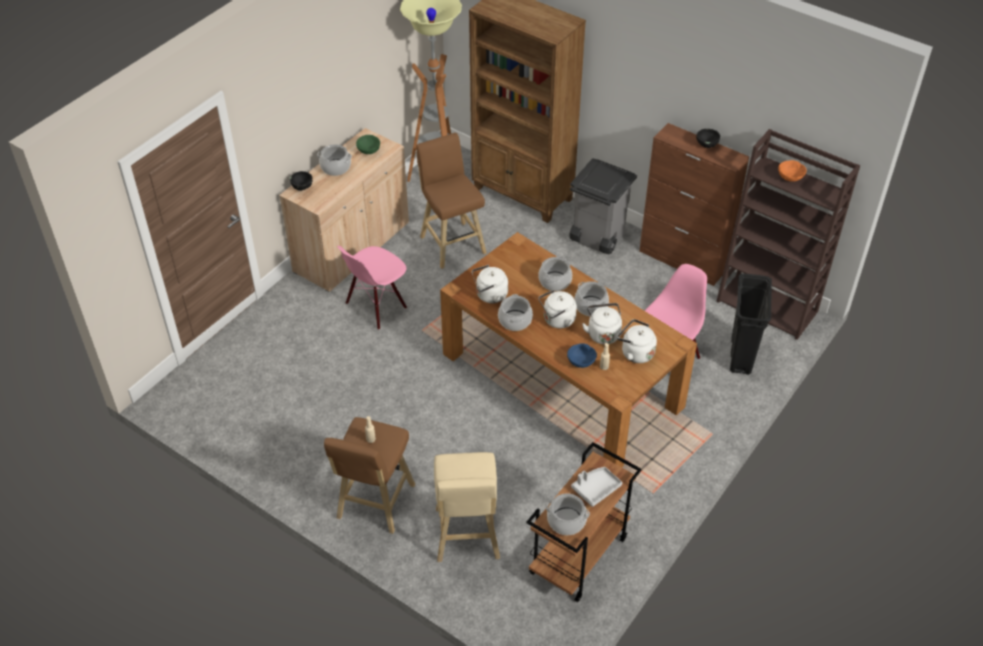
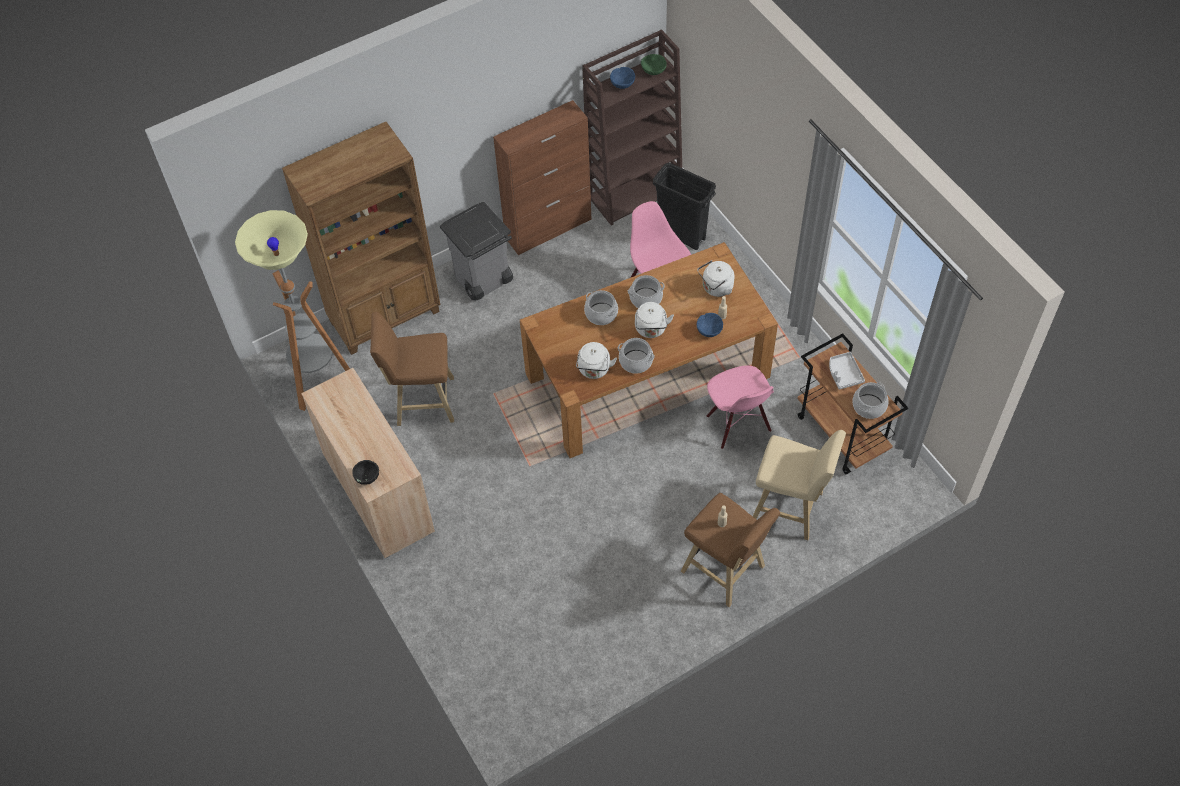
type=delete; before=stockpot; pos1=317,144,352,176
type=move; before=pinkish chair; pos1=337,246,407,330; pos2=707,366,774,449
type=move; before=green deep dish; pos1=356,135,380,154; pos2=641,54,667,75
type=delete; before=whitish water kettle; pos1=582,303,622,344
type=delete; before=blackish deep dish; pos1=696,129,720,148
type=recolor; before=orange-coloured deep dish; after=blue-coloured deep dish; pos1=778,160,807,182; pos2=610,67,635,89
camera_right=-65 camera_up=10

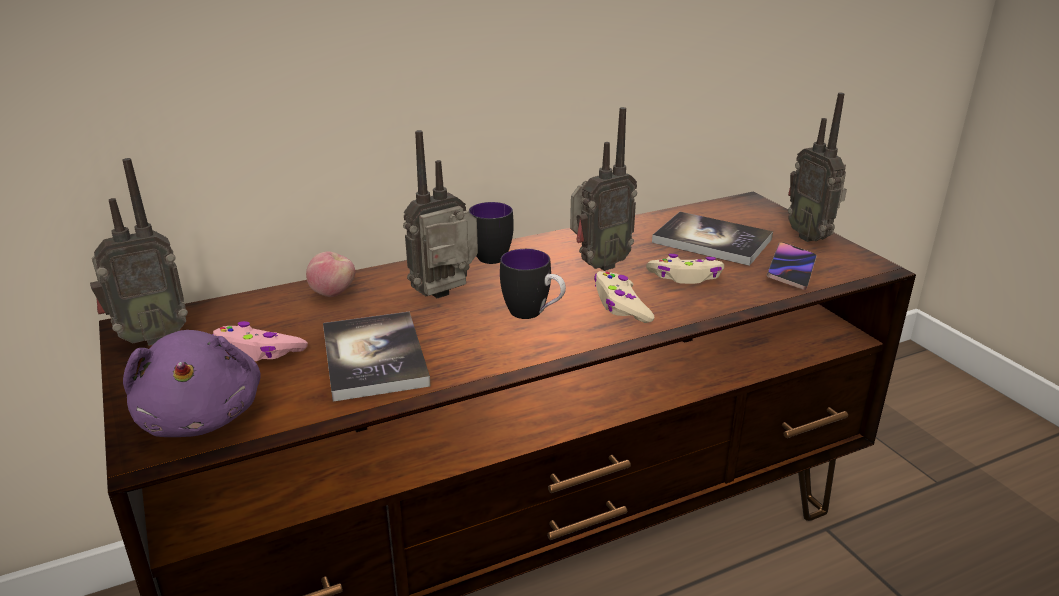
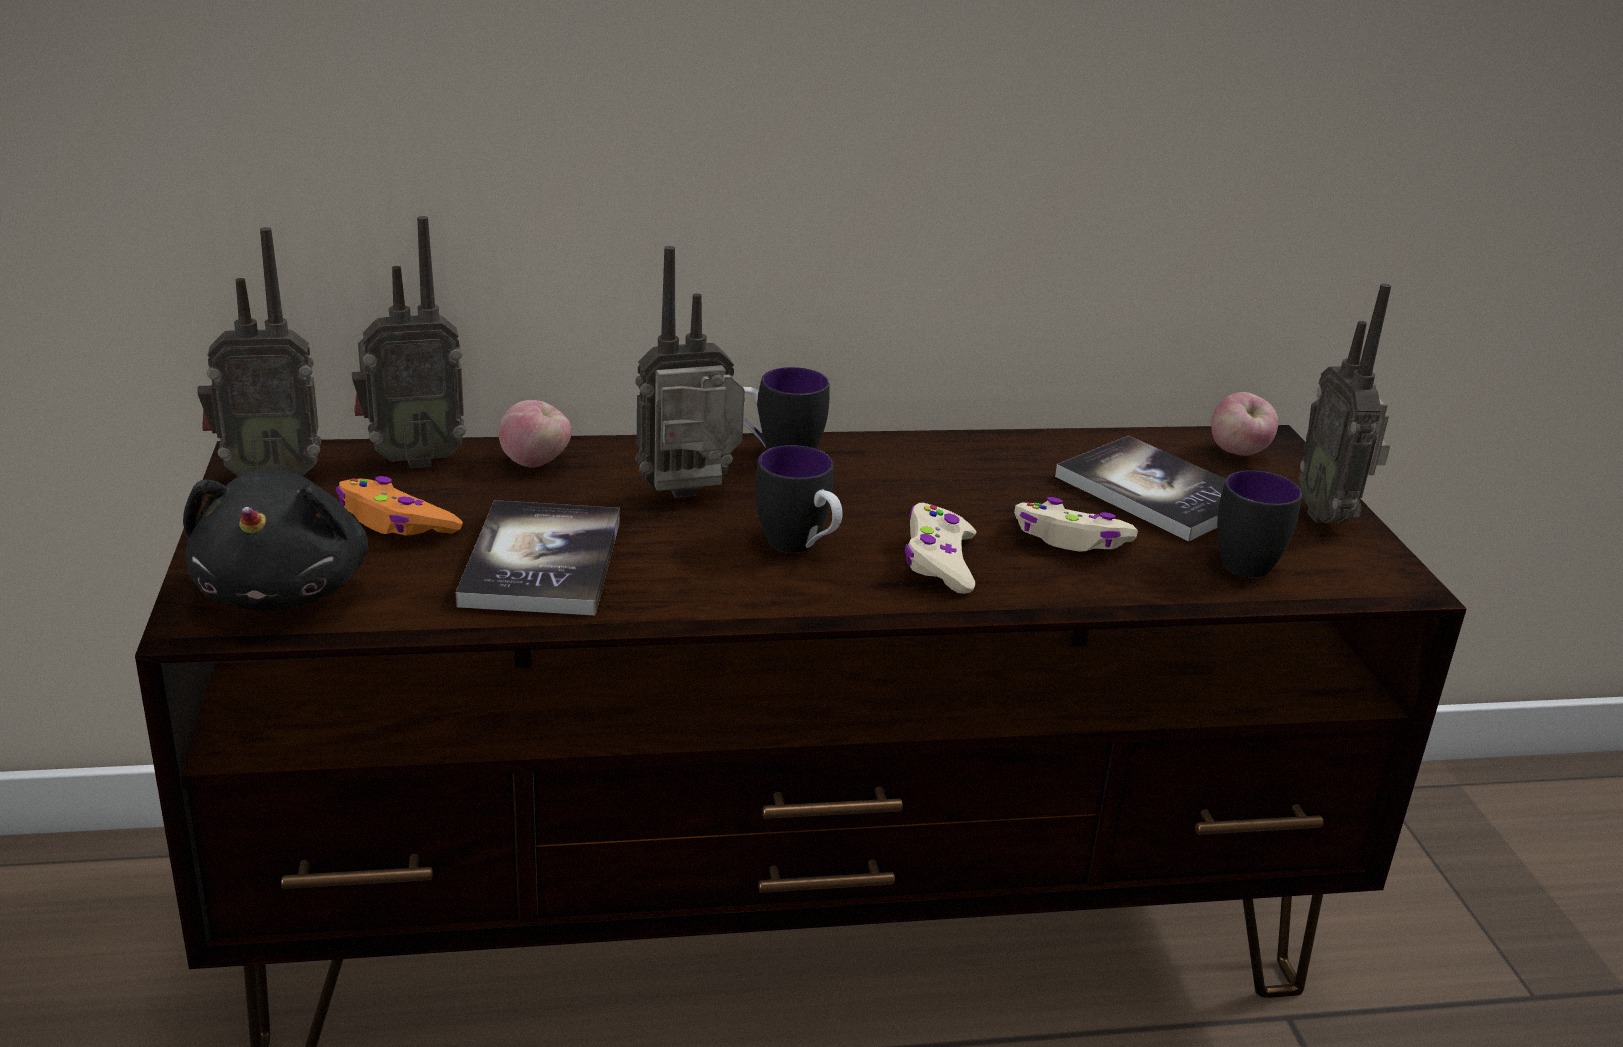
type=recolor; before=purple soft toy; after=blackish soft toy; pos1=123,330,260,437; pos2=183,469,368,611
type=recolor; before=pinkish joypad; after=orange-coloured joypad; pos1=212,321,308,361; pos2=336,476,463,535
type=move; before=radio receiver; pos1=570,107,637,271; pos2=352,216,466,468
type=replace; before=phone; after=mug; pos1=767,242,817,290; pos2=1217,470,1302,578
type=insert; after=apple; pos2=1211,392,1278,456
camera_right=15 camera_up=0

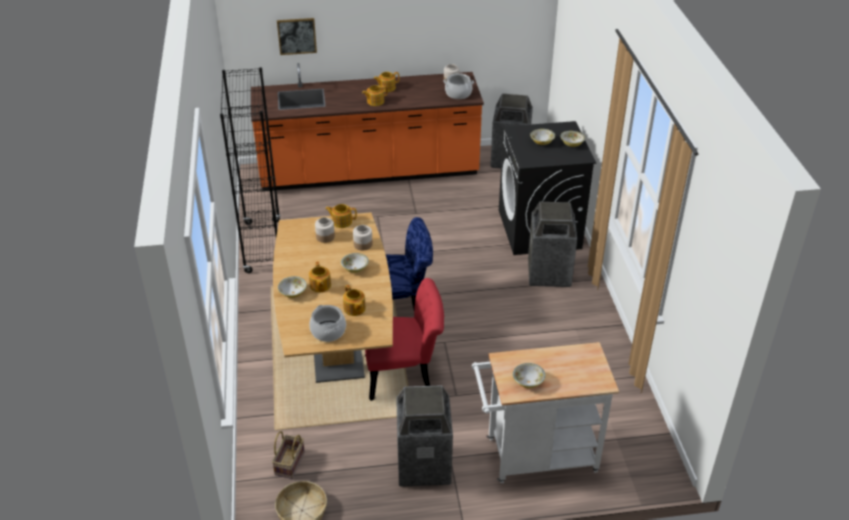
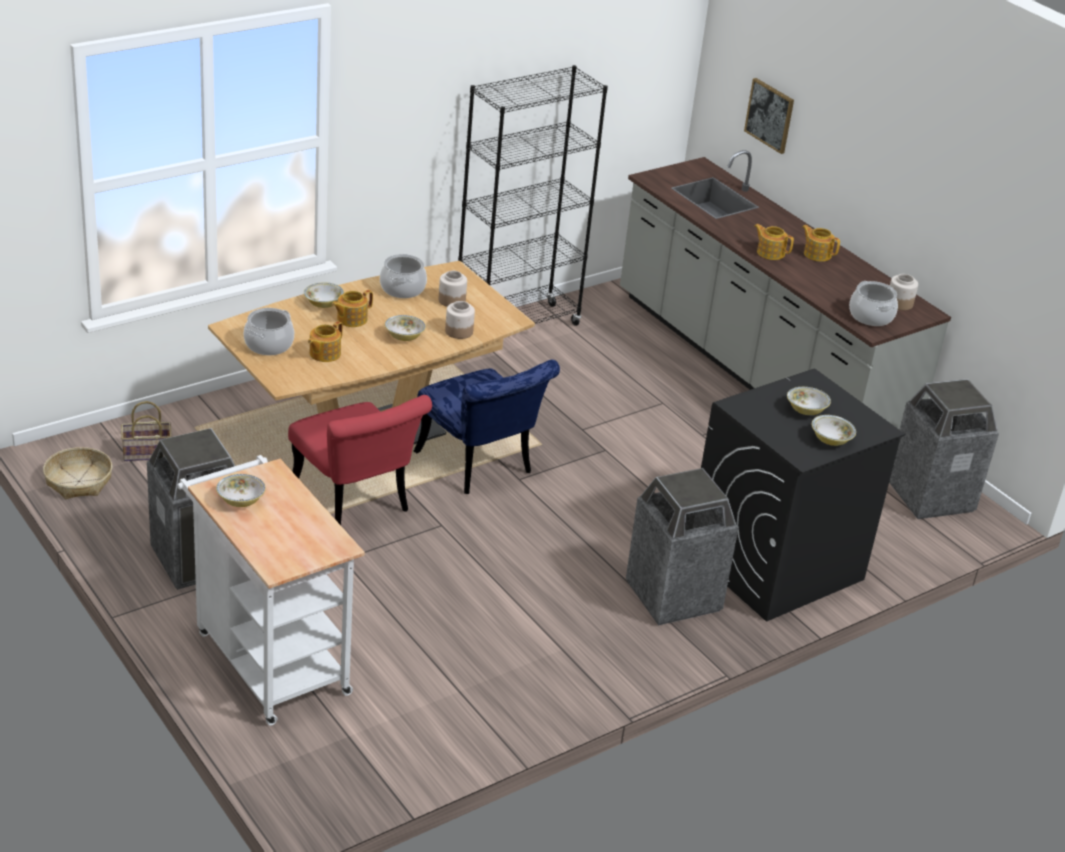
type=recolor; before=orange-coloured kitchen base unit; after=greyish kitchen base unit; pos1=251,63,484,191; pos2=620,150,951,429
type=delete; before=teapot; pos1=325,204,357,228
type=insert; after=stockpot; pos2=380,254,427,298
camera_right=60 camera_up=-5

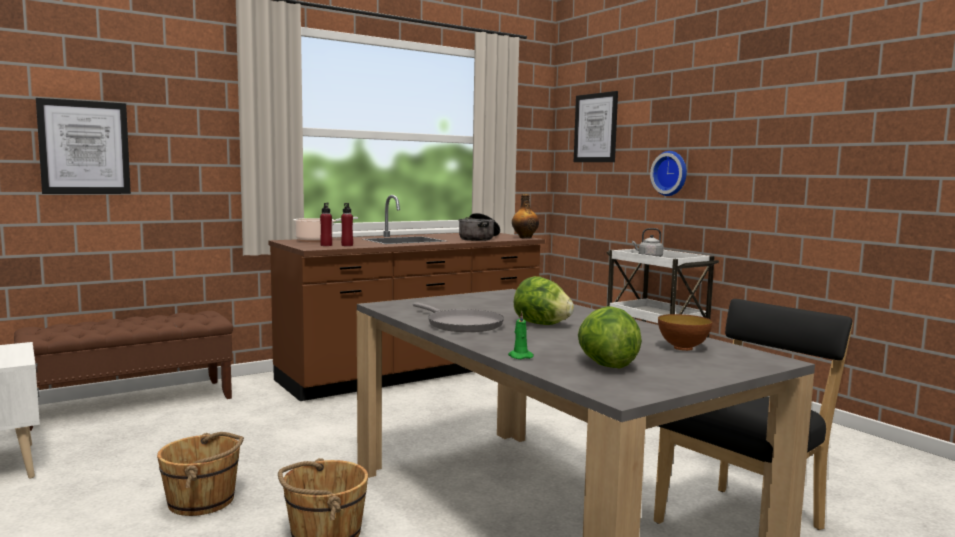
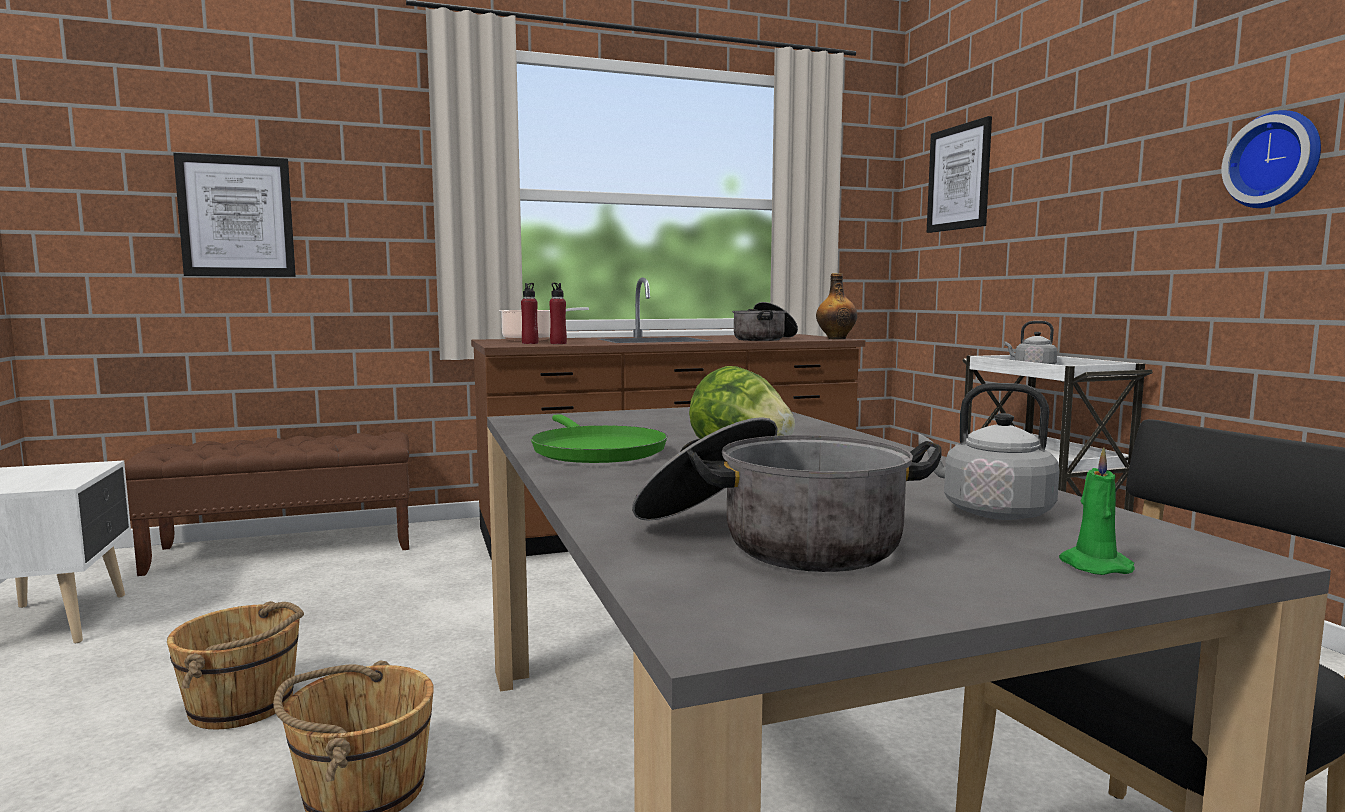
type=recolor; before=greyish frying pan; after=green frying pan; pos1=413,303,504,332; pos2=531,414,668,463
type=move; before=green wax light; pos1=508,311,534,359; pos2=1059,447,1135,575
type=replace; before=head of lettuce; after=stockpot; pos1=578,306,642,368; pos2=632,417,942,572
type=move; before=wall clock; pos1=650,151,687,196; pos2=1221,110,1321,208
type=replace; before=deep dish; after=greyish water kettle; pos1=658,314,712,351; pos2=918,383,1060,520
camera_right=15 camera_up=0

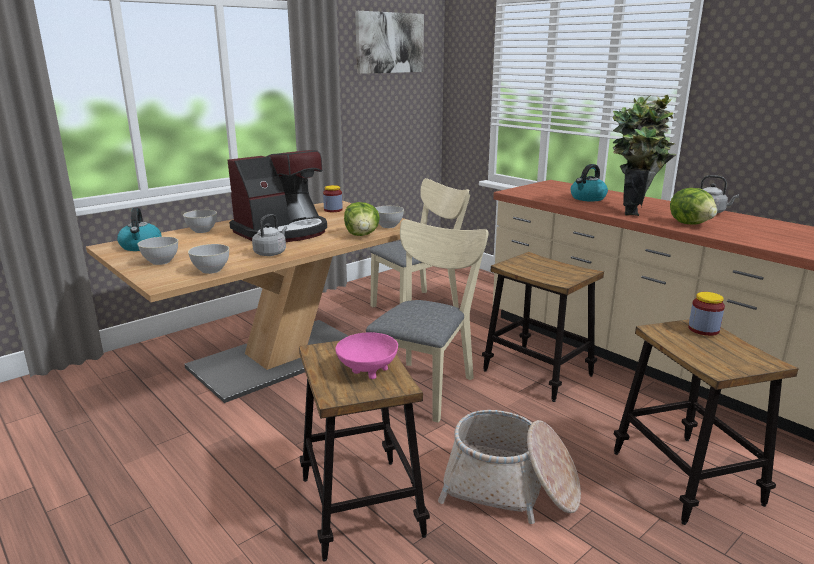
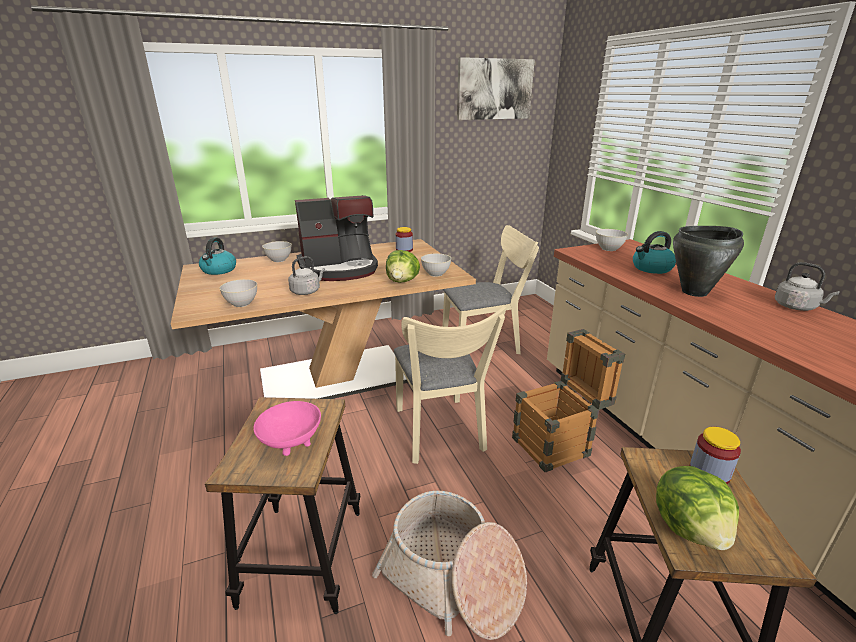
type=move; before=greyish deep dish; pos1=138,237,178,265; pos2=596,229,628,251
type=rotate; before=beige-coloured chair; pos1=366,220,489,423; pos2=394,306,507,464; turn=120
type=replace; before=stool seat; after=shipping crate; pos1=482,252,604,402; pos2=512,329,625,472
type=replace; before=houseplant; after=blackish stockpot; pos1=612,95,676,216; pos2=673,226,744,297
type=move; before=head of lettuce; pos1=670,188,717,225; pos2=656,466,739,550
camera_right=20 camera_up=5

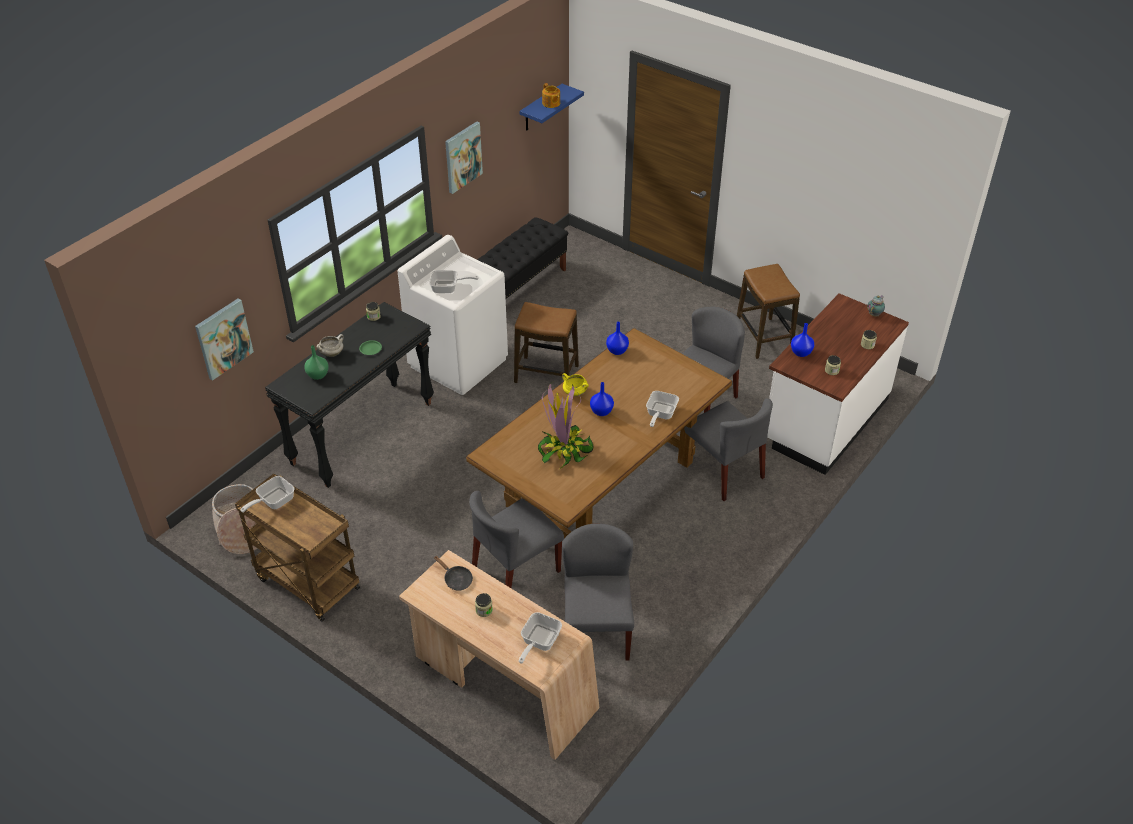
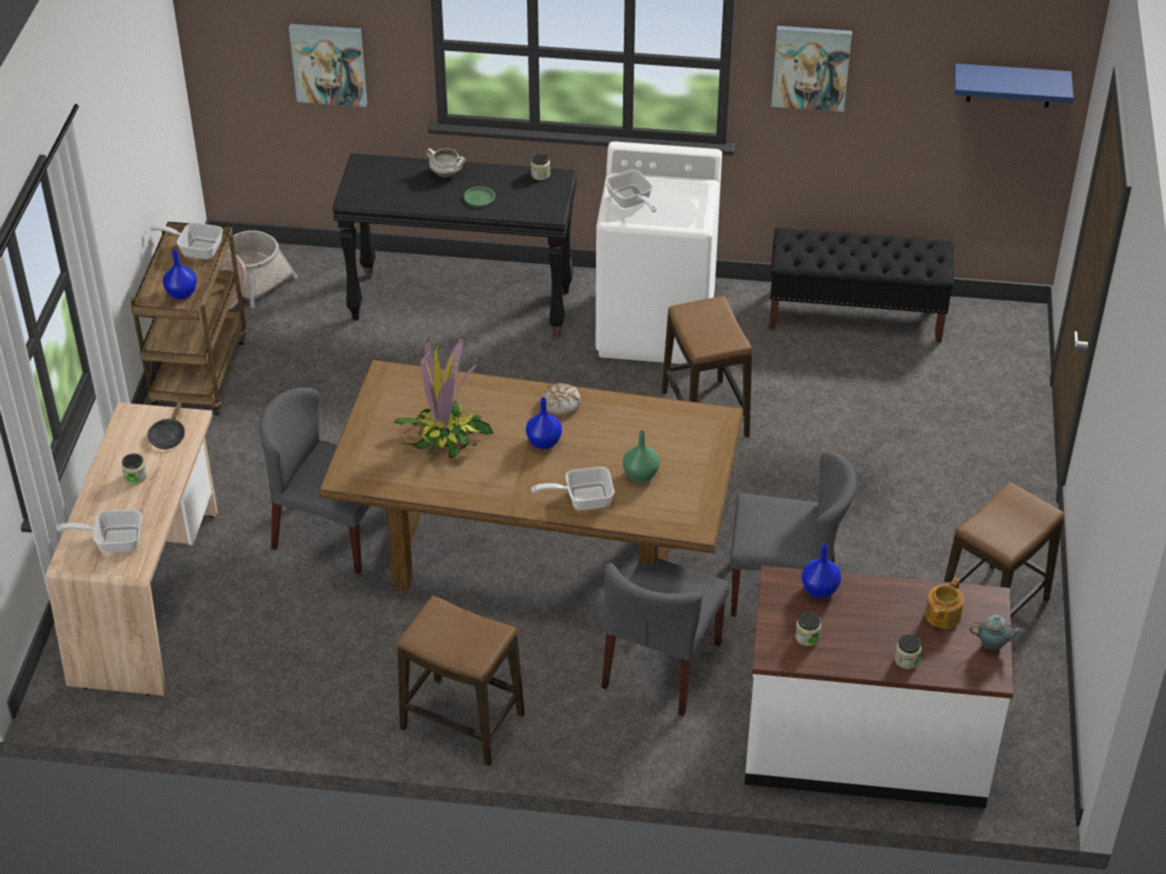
type=move; before=green vase; pos1=304,345,329,380; pos2=623,430,660,482
type=move; before=teapot; pos1=542,83,560,108; pos2=925,578,964,629
type=replace; before=yellow-coloured stockpot; after=baked bread; pos1=562,373,589,396; pos2=542,383,581,416
type=delete; before=greyish chair; pos1=562,524,634,661
type=move; before=blue-coloured vase; pos1=606,322,629,355; pos2=163,250,197,300
type=insert; after=stool seat; pos2=398,596,525,766
camera_right=60 camera_up=0

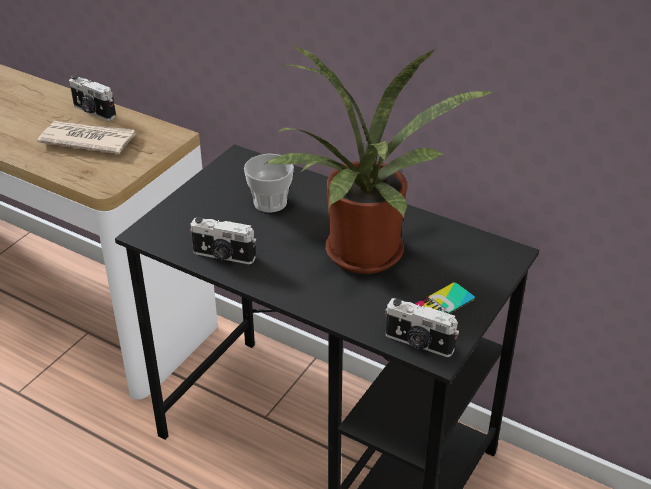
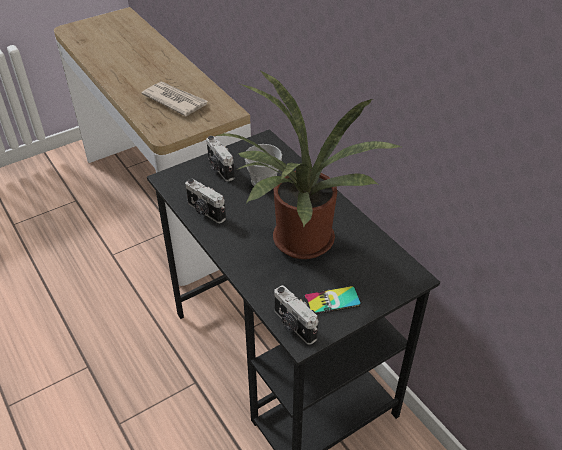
type=move; before=photo camera; pos1=69,75,116,121; pos2=206,136,234,182
camera_right=25 camera_up=5

